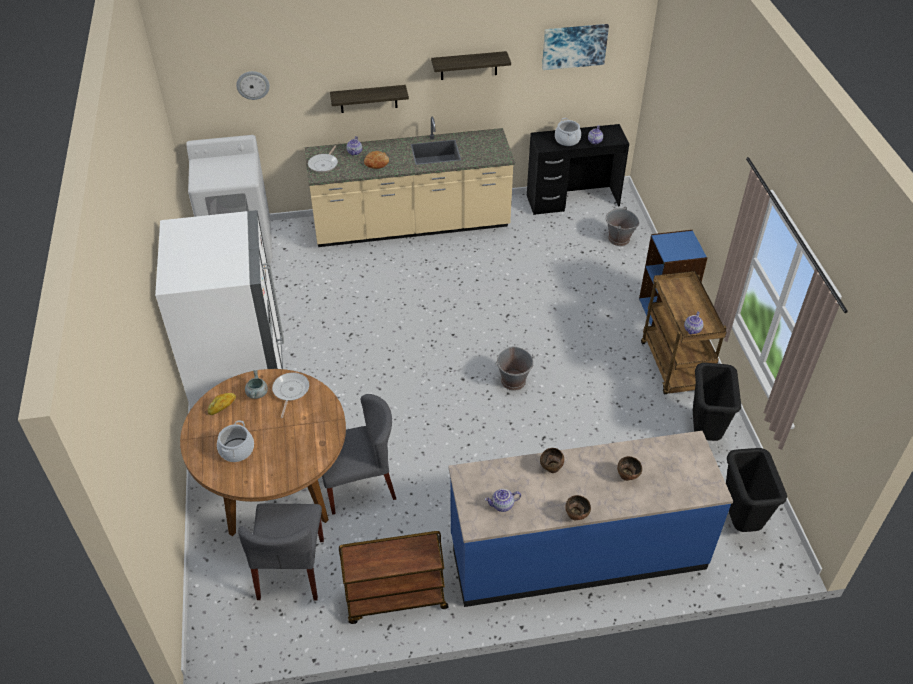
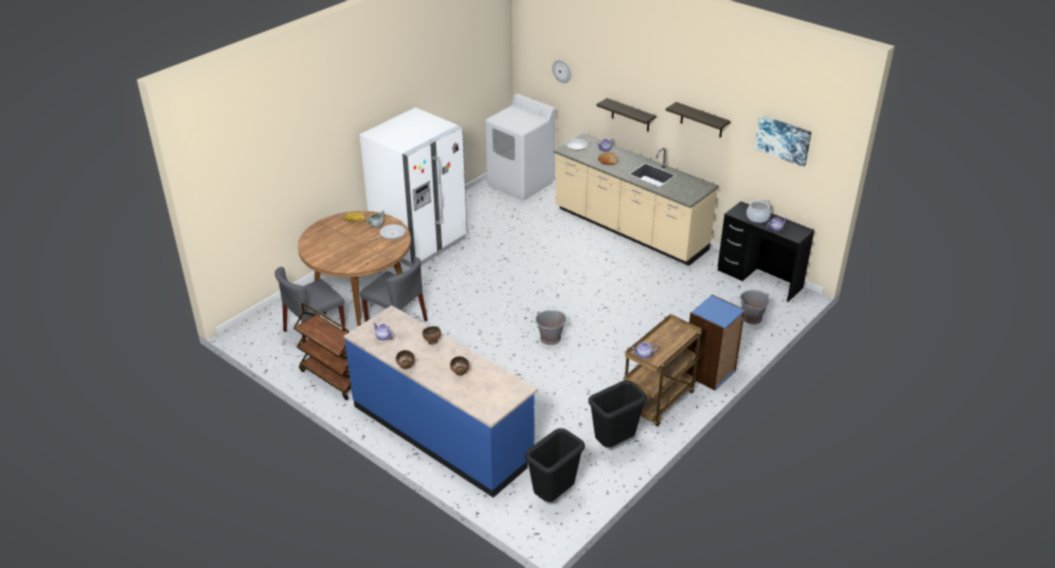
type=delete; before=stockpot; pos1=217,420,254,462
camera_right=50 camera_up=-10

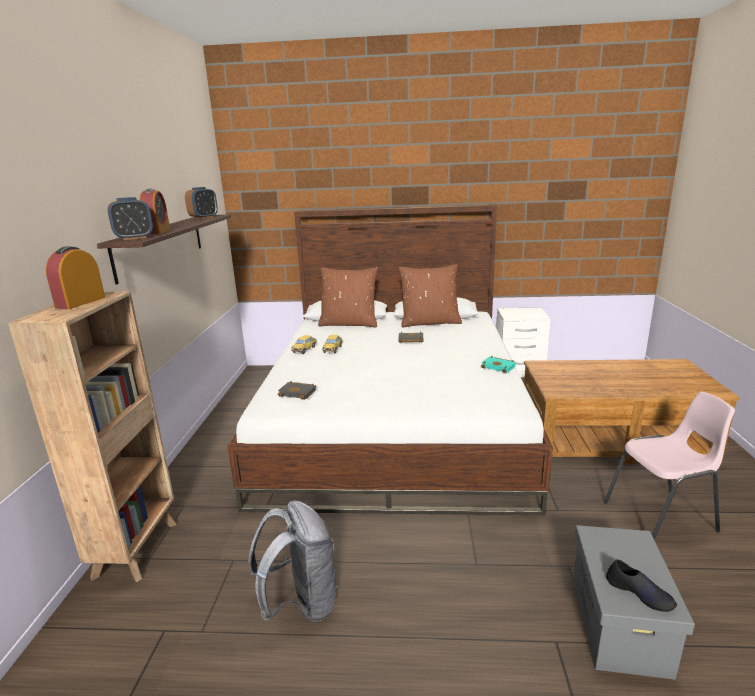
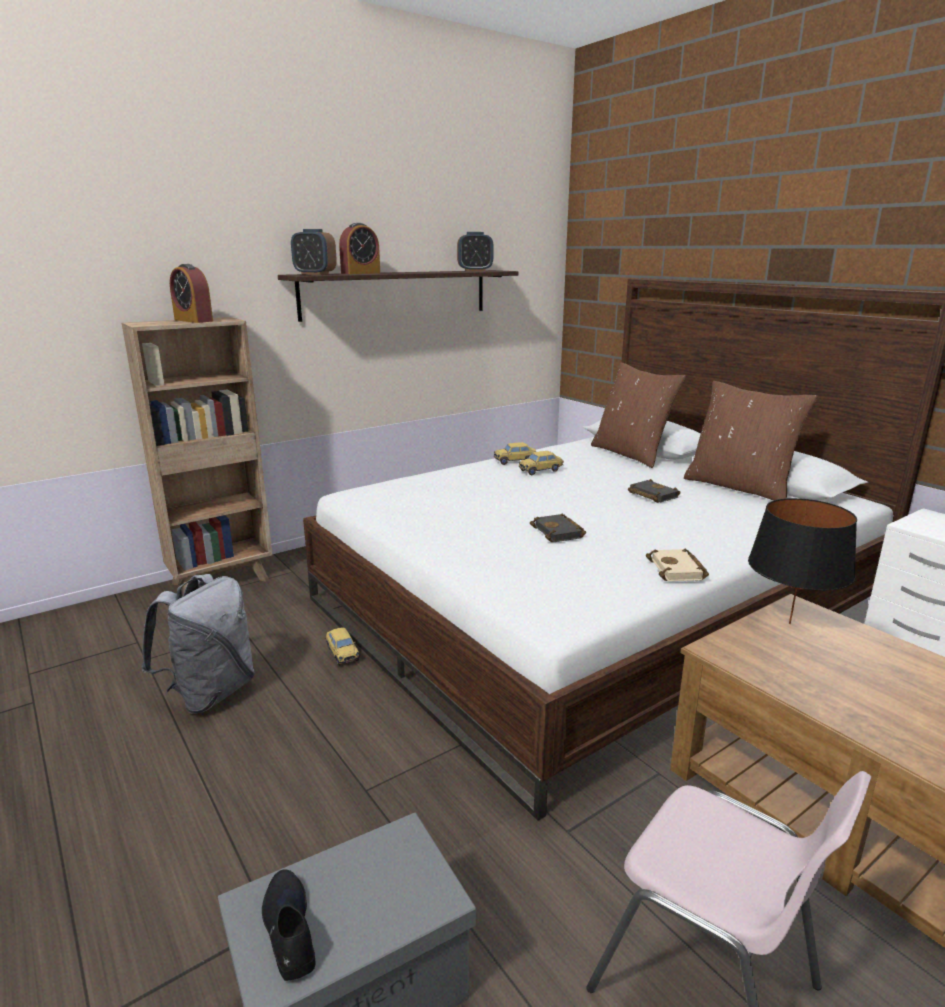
type=rotate; before=bedside clock; pos1=46,246,105,309; pos2=170,264,213,323; turn=-120
type=move; before=blackish bound book; pos1=278,381,316,400; pos2=530,513,586,542
type=recolor; before=turquoise bound book; after=beige-coloured bound book; pos1=481,356,516,373; pos2=646,549,709,581
type=rotate; before=blackish item of footwear; pos1=606,559,677,612; pos2=262,869,315,981; turn=150
type=insert; after=miniature car; pos2=326,628,360,666
type=insert; after=blackish table lamp; pos2=748,498,857,624
camera_right=50 camera_up=0

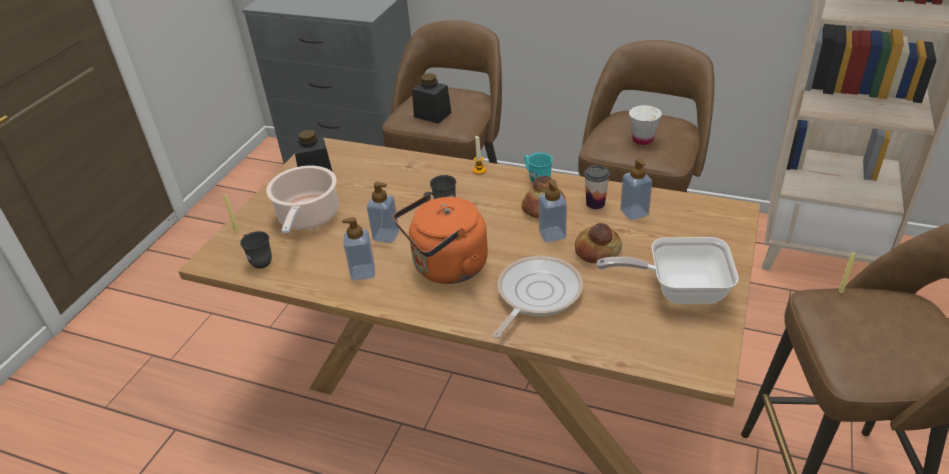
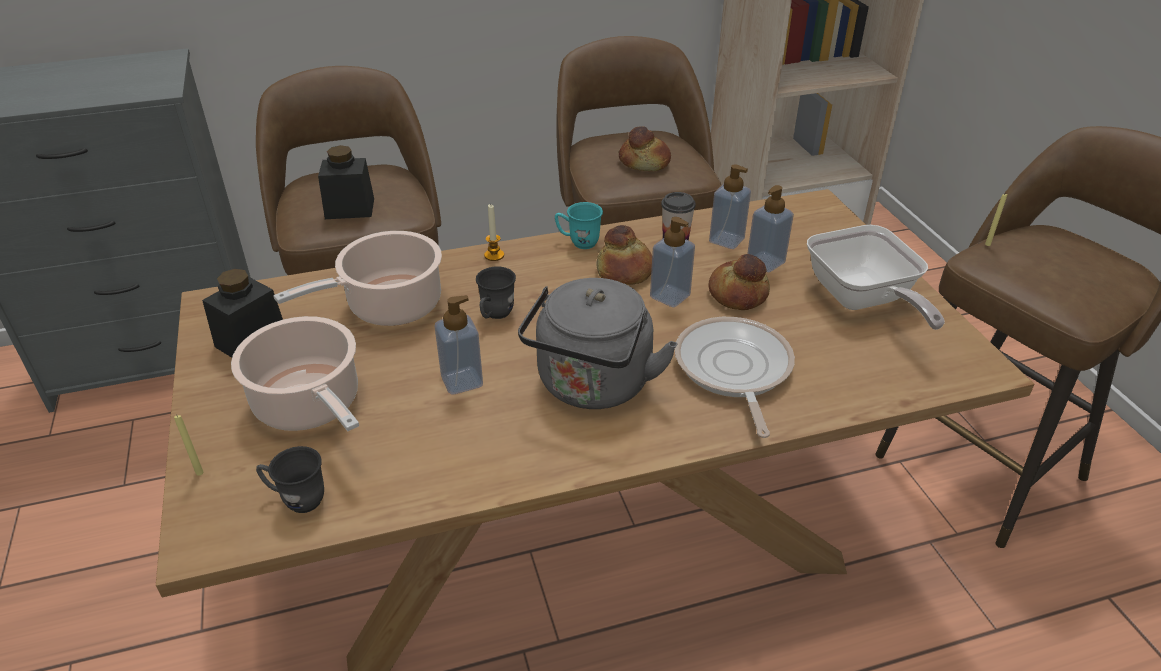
type=move; before=liquid soap bottle; pos1=342,217,375,281; pos2=747,185,794,272
type=recolor; before=orange-coloured water kettle; after=greyish water kettle; pos1=393,194,488,284; pos2=518,278,678,409
type=rotate; before=frying pan; pos1=596,237,739,304; pos2=807,225,945,330; turn=-75
type=replace; before=whitish drinking cup; after=baked bread; pos1=629,105,662,145; pos2=619,126,671,171
type=insert; after=stockpot; pos2=274,231,442,326
camera_right=-40 camera_up=0

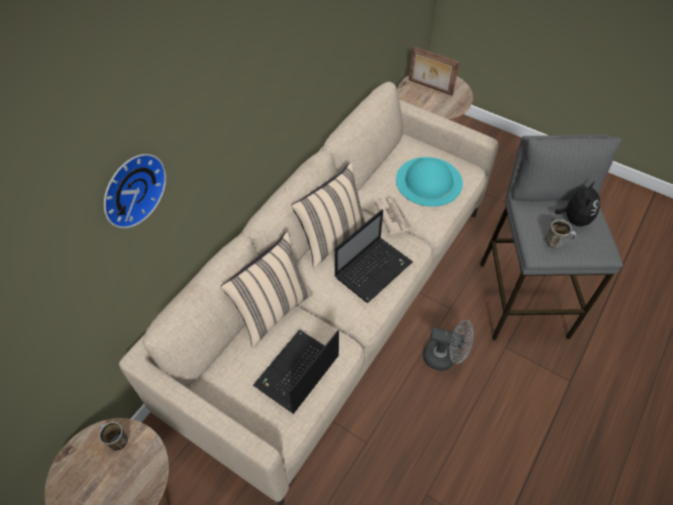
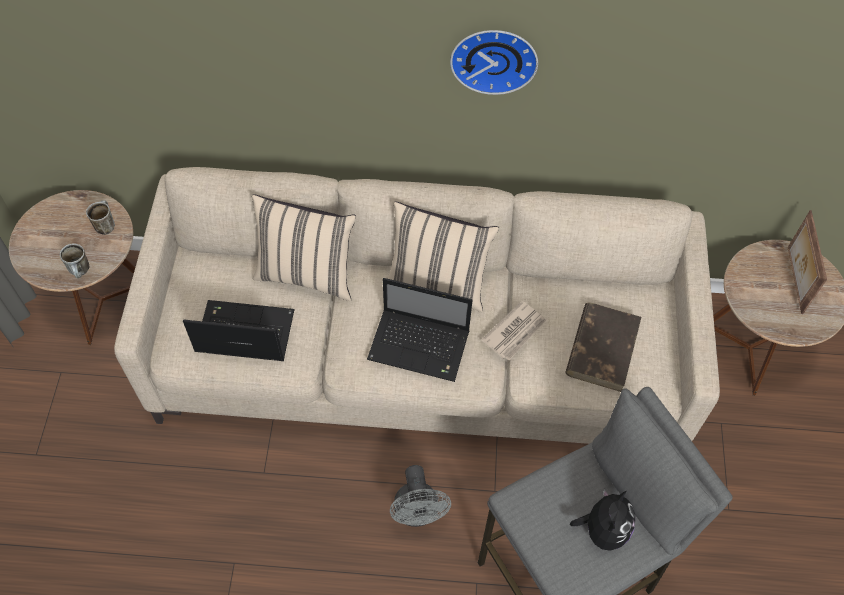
type=move; before=wall clock; pos1=104,154,166,228; pos2=450,30,538,95
type=replace; before=turquoise clothing hat; after=brown-coloured bound book; pos1=396,157,463,207; pos2=565,302,641,392
type=move; before=mug; pos1=546,219,576,248; pos2=60,243,90,278
type=rotate; before=soft toy; pos1=554,181,600,227; pos2=570,489,636,551; turn=-60
camera_right=60 camera_up=5

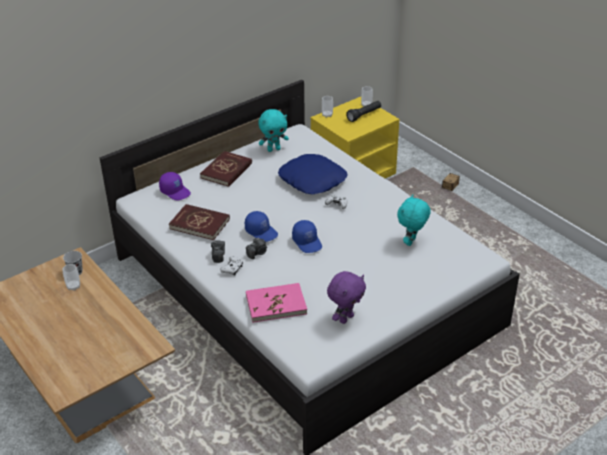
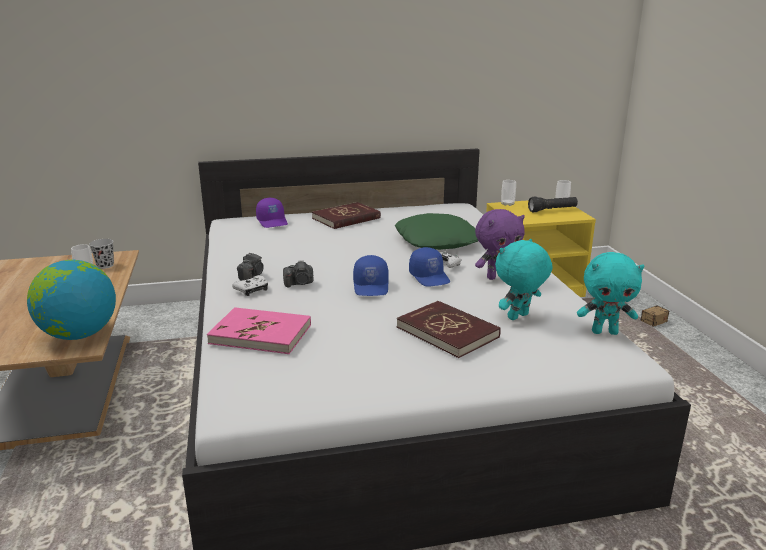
type=move; before=red-coloured bound book; pos1=169,204,230,240; pos2=397,301,501,358
type=move; before=blue-coloured peaked cap; pos1=245,211,278,242; pos2=409,247,450,286
type=move; before=turquoise soft toy; pos1=258,109,289,152; pos2=577,252,644,335
type=recolor; before=blue-coloured pillow; after=green pillow; pos1=278,154,348,194; pos2=395,213,478,250
type=move; before=purple soft toy; pos1=327,271,366,324; pos2=475,209,525,280
type=insert; after=world globe; pos2=27,260,116,340
camera_right=25 camera_up=-15

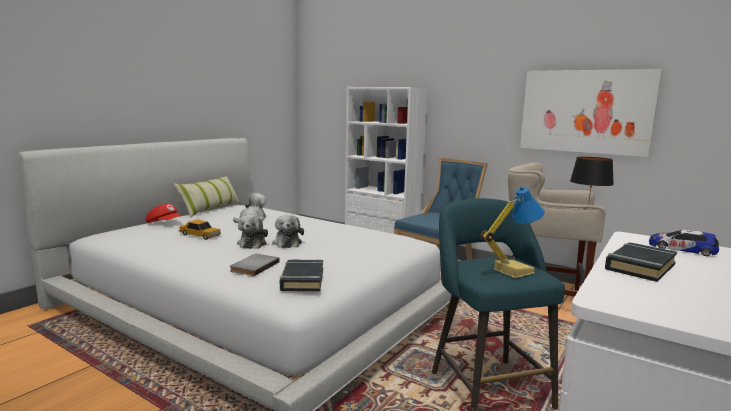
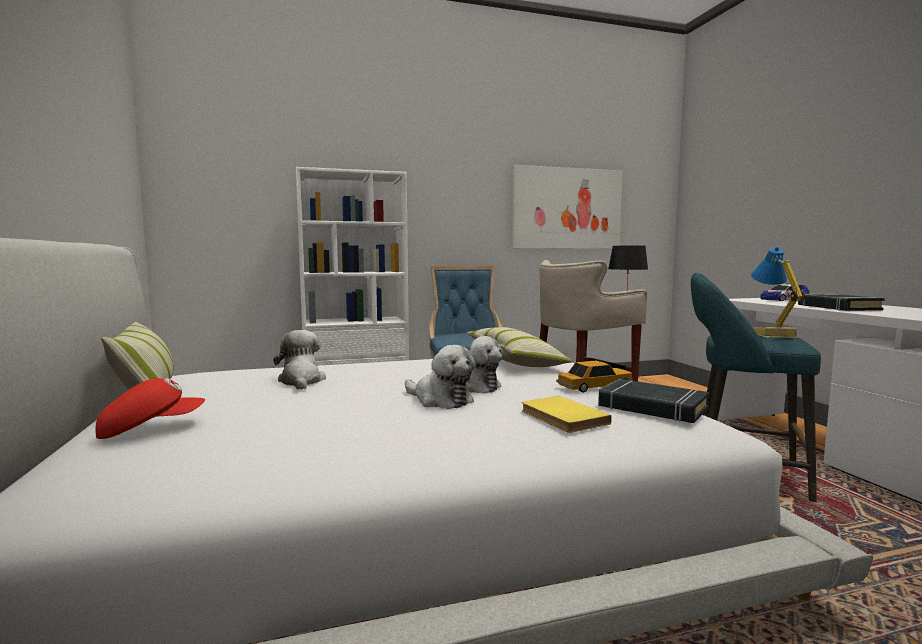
type=move; before=miniature car; pos1=179,219,221,240; pos2=556,361,633,393
type=recolor; before=greyish bound book; after=yellow-coloured bound book; pos1=230,254,280,276; pos2=522,396,612,433
type=insert; after=pillow; pos2=467,327,573,367
camera_right=-50 camera_up=-5

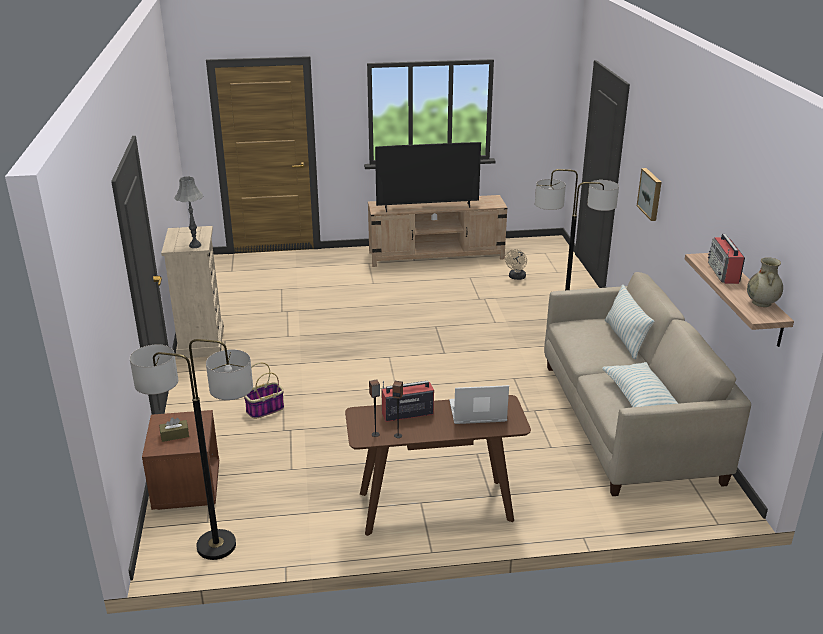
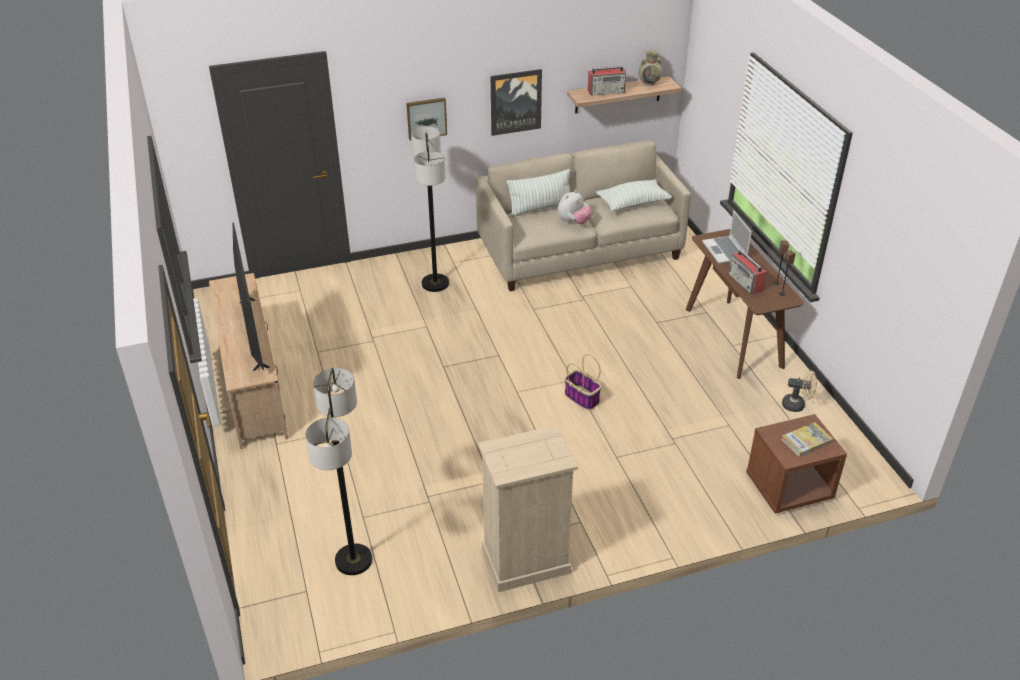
type=move; before=standard lamp; pos1=130,339,253,560; pos2=305,368,372,575
type=replace; before=brown-coloured tissue box; after=bound book; pos1=159,417,189,442; pos2=781,422,833,457
type=delete; before=greyish table lamp; pos1=174,176,203,248
type=move; before=storage basket; pos1=244,362,284,419; pos2=565,354,602,410
type=move; before=beige-coloured cooling fan; pos1=505,249,527,280; pos2=782,371,817,412
type=insert; after=wall art; pos2=491,69,542,136
type=insert; after=soft toy; pos2=557,190,592,224
camera_right=-100 camera_up=10

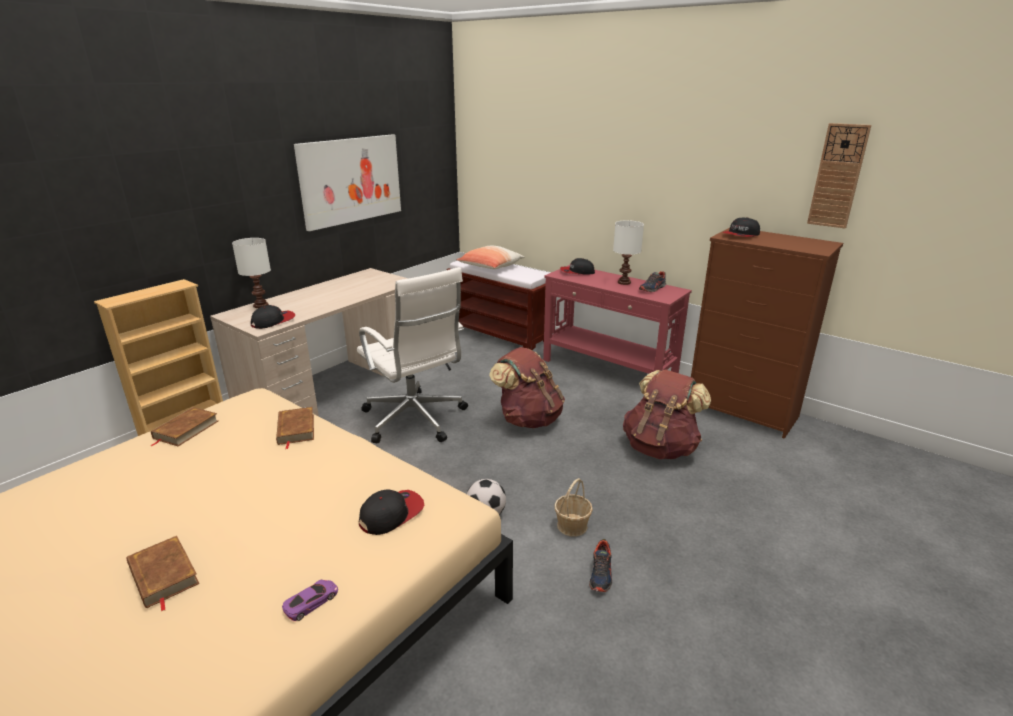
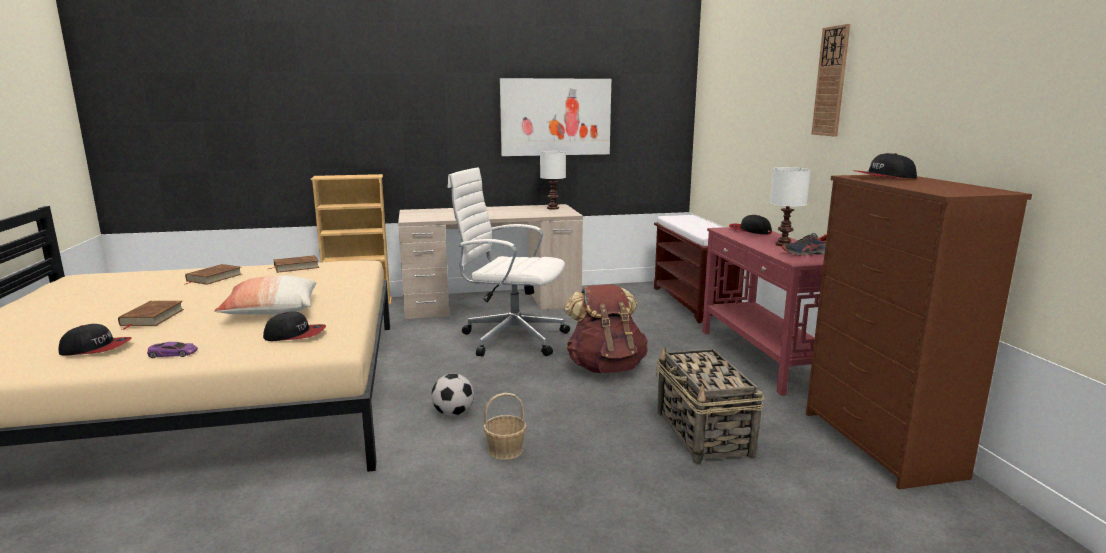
type=move; before=whitish table lamp; pos1=232,238,271,308; pos2=540,151,566,209
type=move; before=peaked cap; pos1=251,305,295,329; pos2=59,324,132,356
type=move; before=brown-coloured bound book; pos1=276,407,314,449; pos2=185,264,241,285
type=rotate; before=whitish office chair; pos1=357,267,468,443; pos2=448,167,570,357; turn=105
type=move; before=pillow; pos1=456,246,524,269; pos2=214,275,316,315
type=delete; before=item of footwear; pos1=589,539,612,592
type=replace; before=brown-coloured rucksack; after=storage basket; pos1=623,369,711,459; pos2=656,347,764,464
type=move; before=wall clock; pos1=807,123,871,229; pos2=812,24,850,137
camera_right=40 camera_up=-10

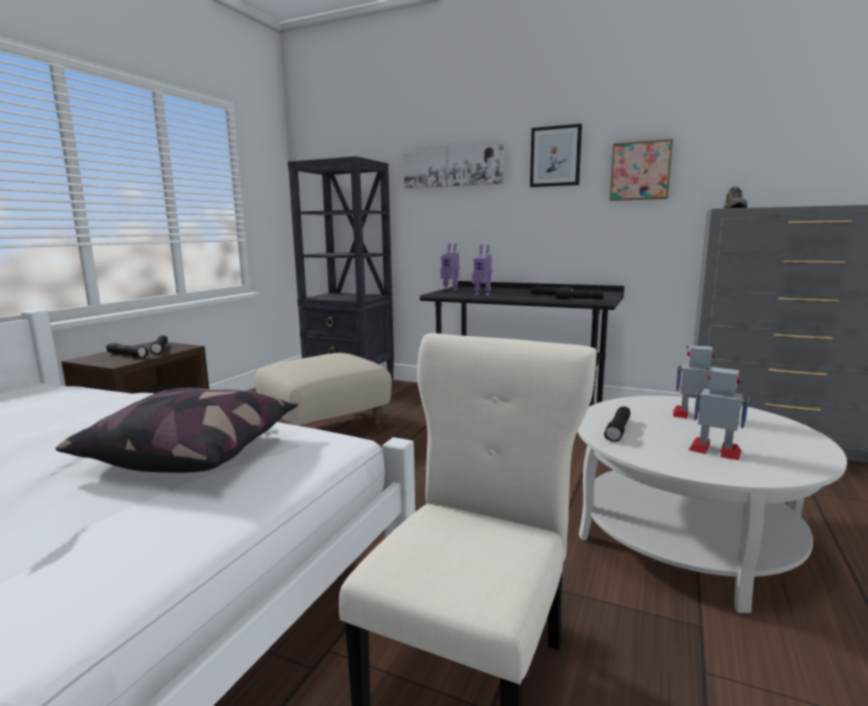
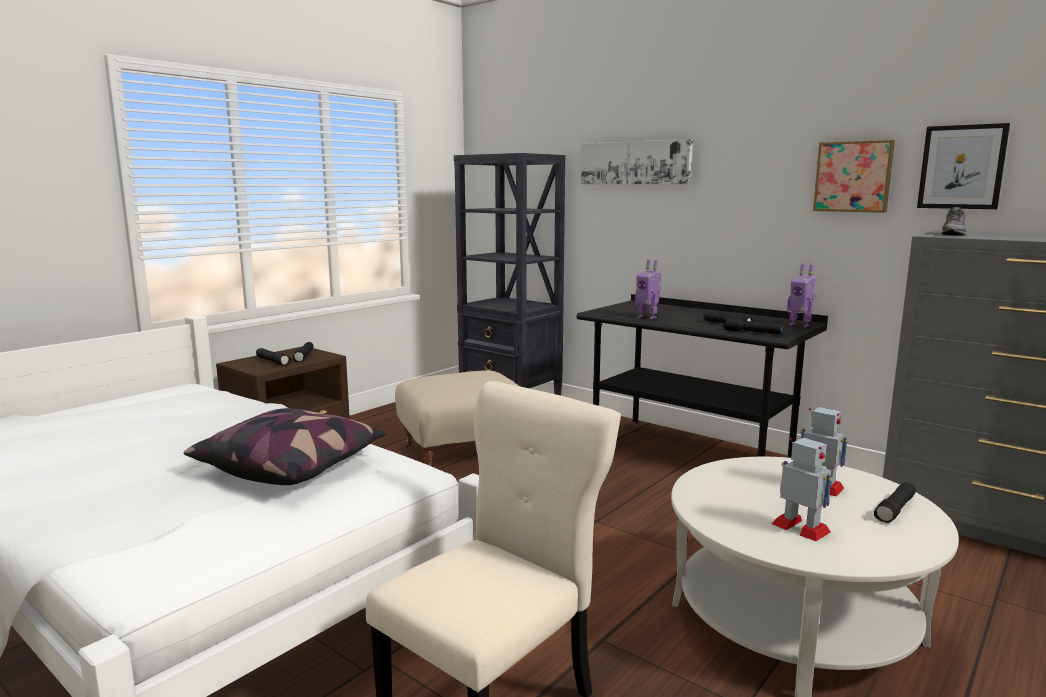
type=move; before=toy robot; pos1=441,244,460,290; pos2=787,264,816,327
type=move; before=wall art; pos1=530,124,582,187; pos2=917,123,1010,209
type=move; before=blackish torch; pos1=604,406,631,442; pos2=874,482,916,523
camera_right=15 camera_up=0

